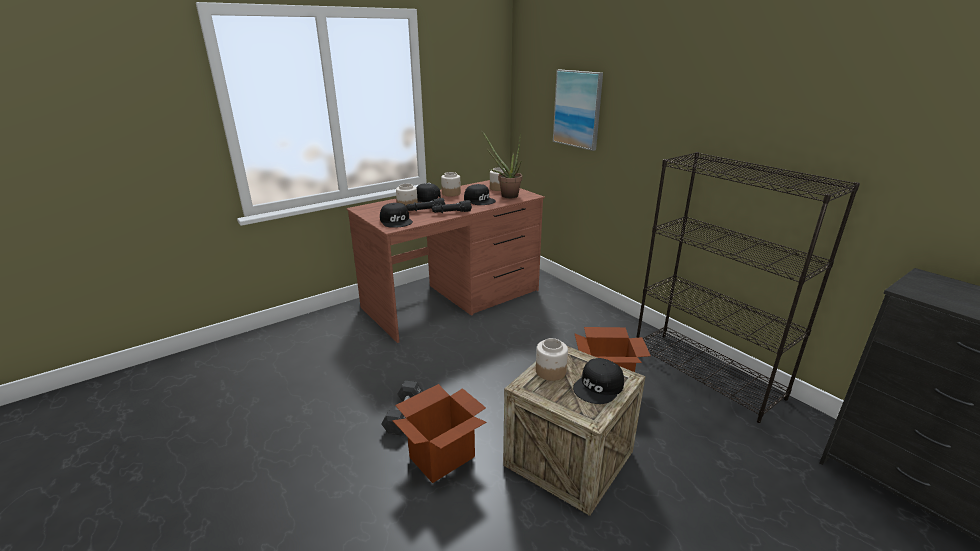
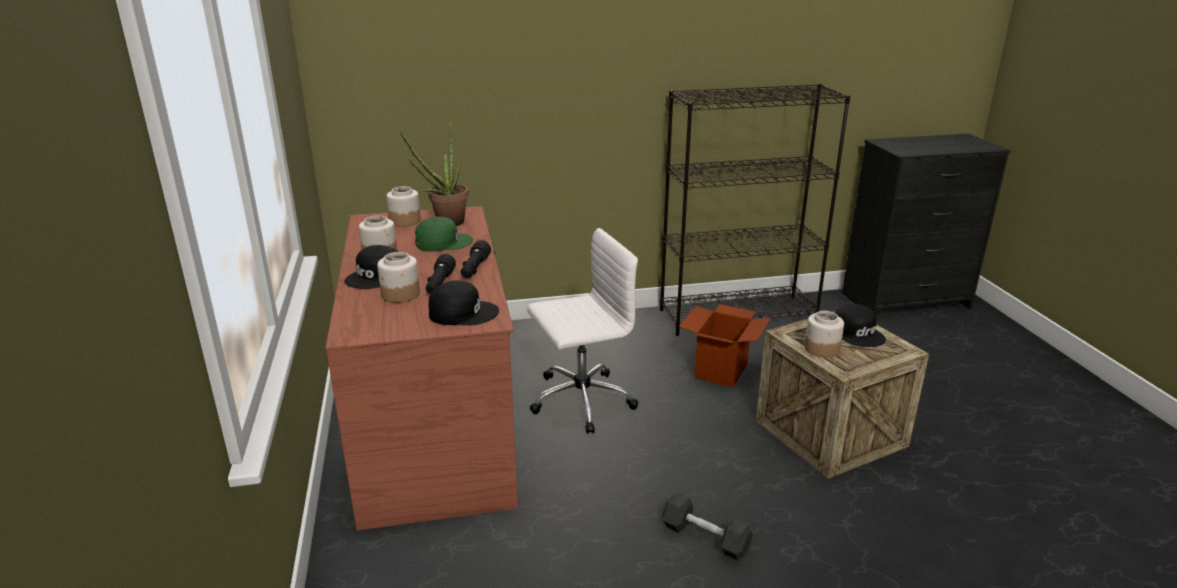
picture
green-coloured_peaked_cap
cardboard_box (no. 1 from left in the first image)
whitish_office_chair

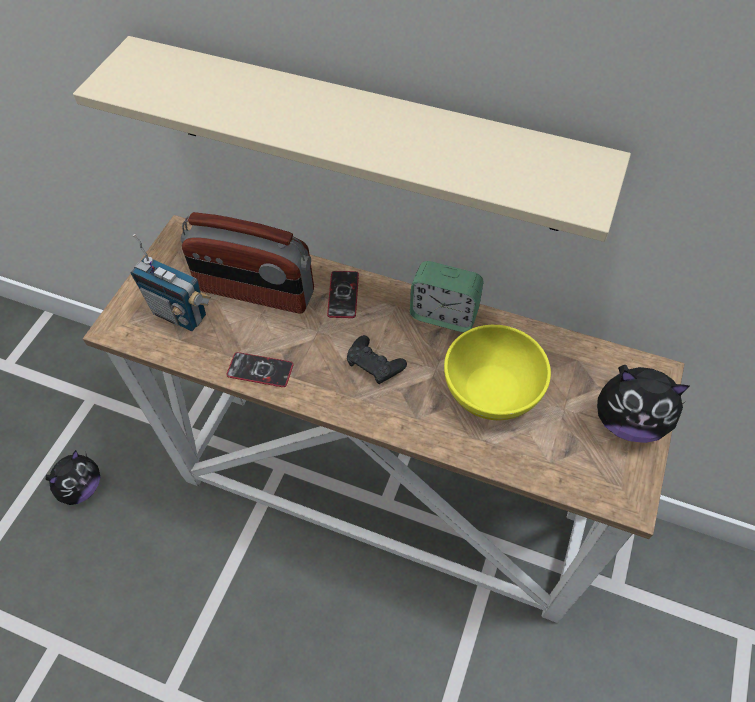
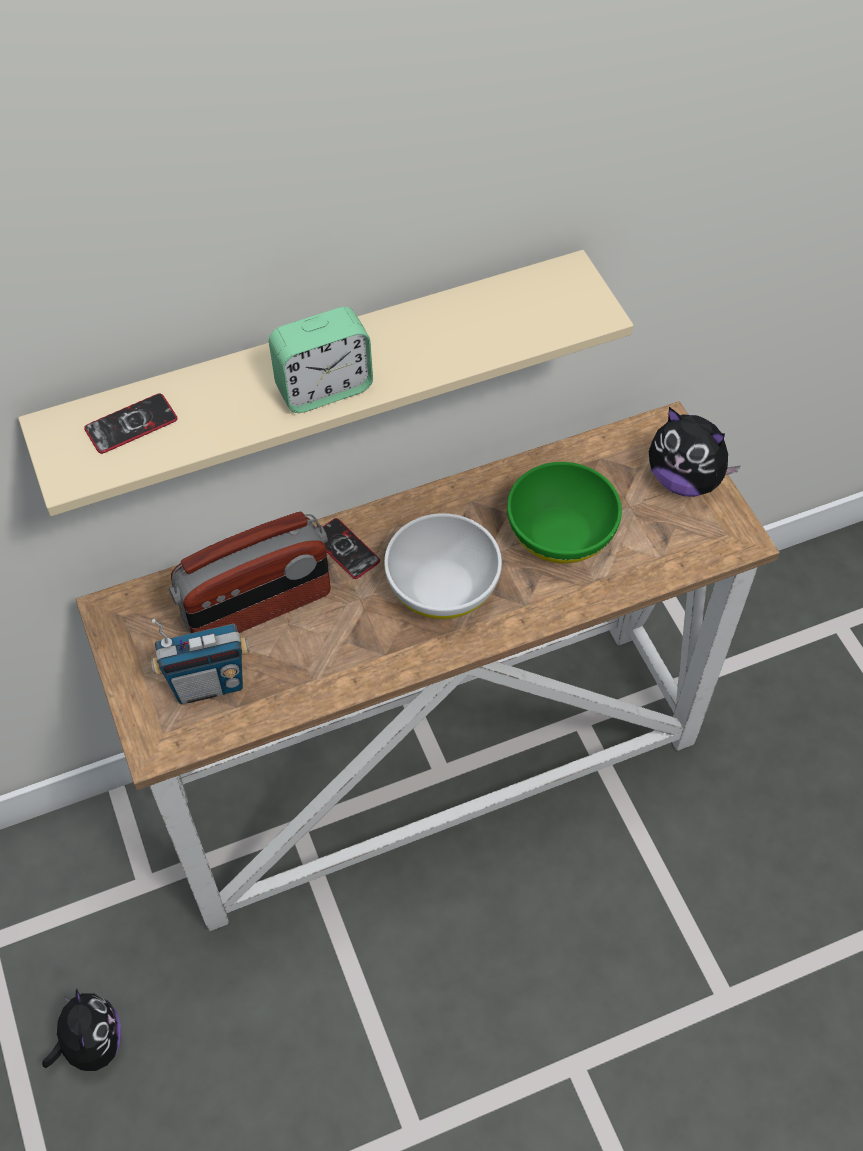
alarm_clock
green-coloured_serving_bowl
whitish_serving_bowl
telephone (no. 1 from left)
plush_toy (no. 2 from left)

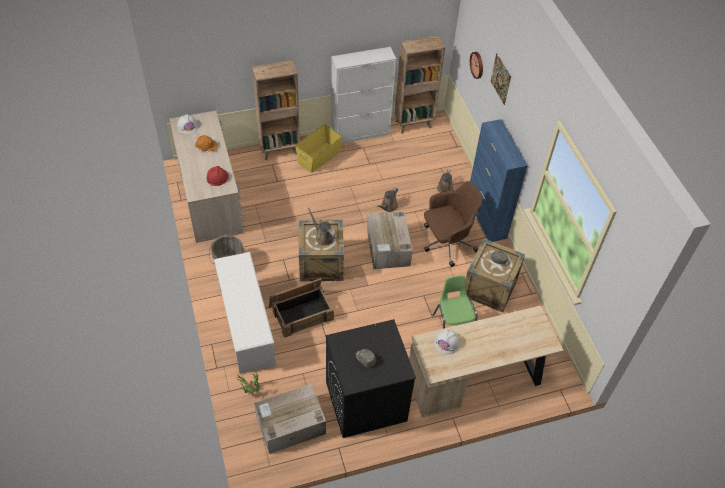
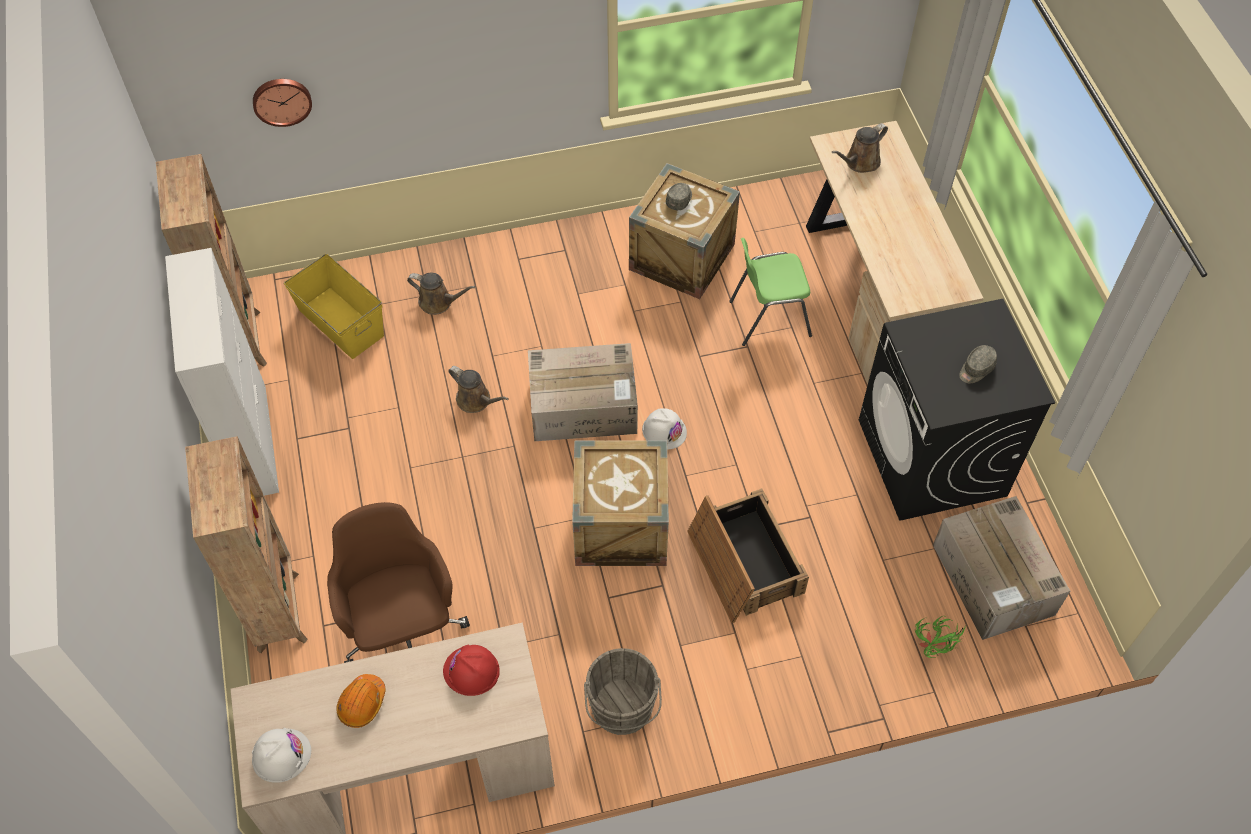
picture
blue_cupboard
yellow_storage_bin
brown_office_chair
brown_watering_can (no. 3 from left)
whitish_shoe_rack
whitish_work_helmet (no. 2 from left)

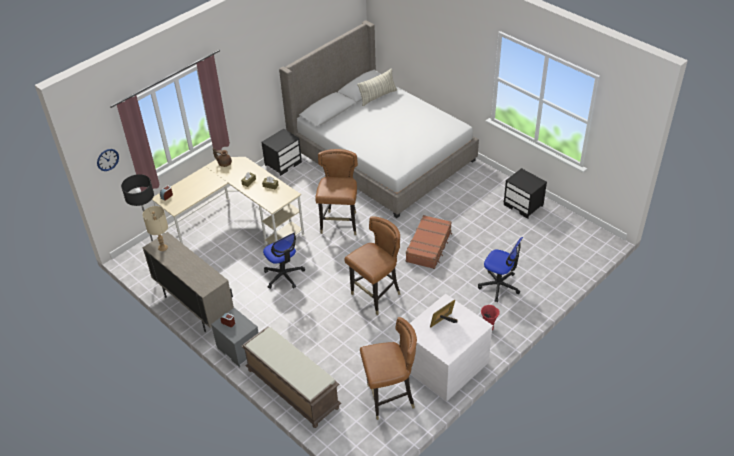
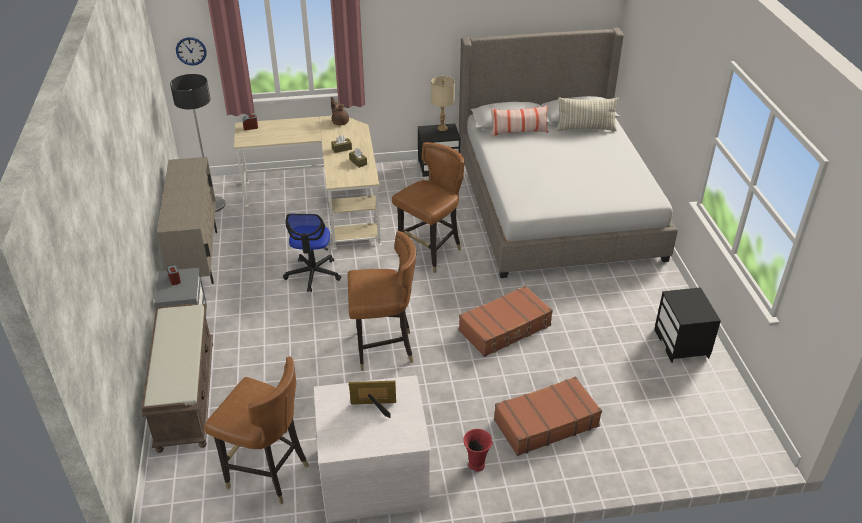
beige-coloured_tabletop_lamp
brown_suitcase (no. 2 from left)
throw_pillow (no. 1 from left)

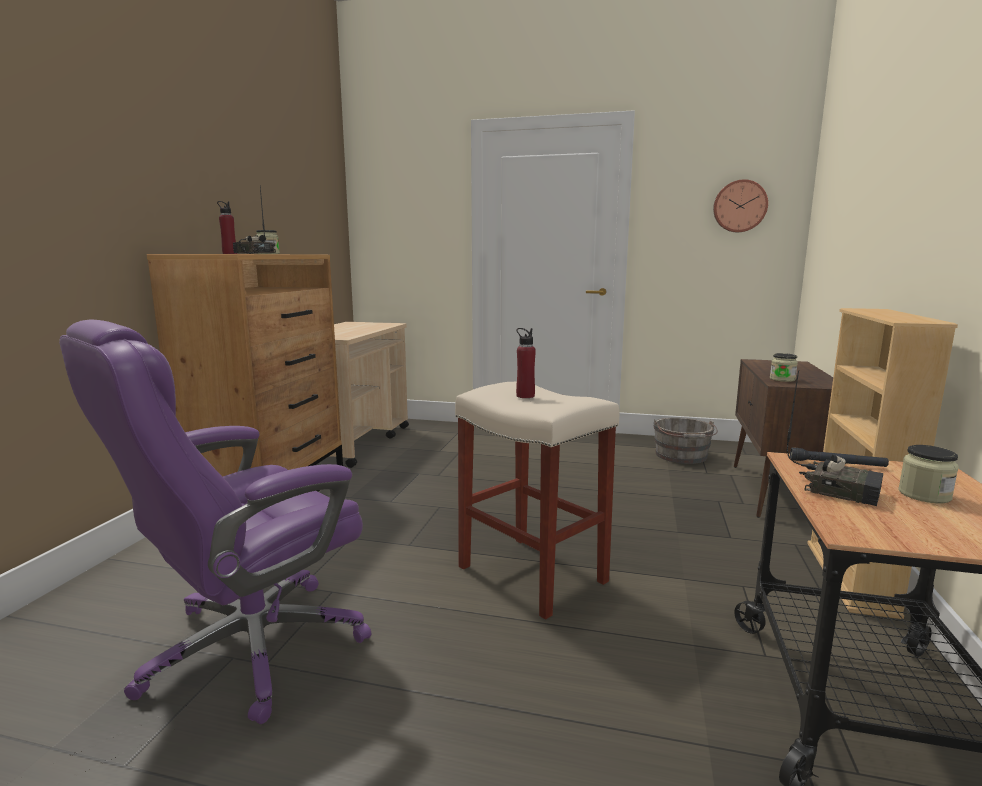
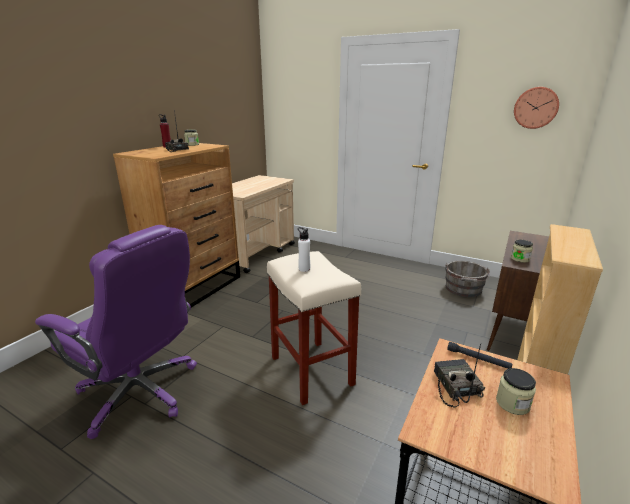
purple_office_chair
whitish_bottle
radio (no. 2 from left)

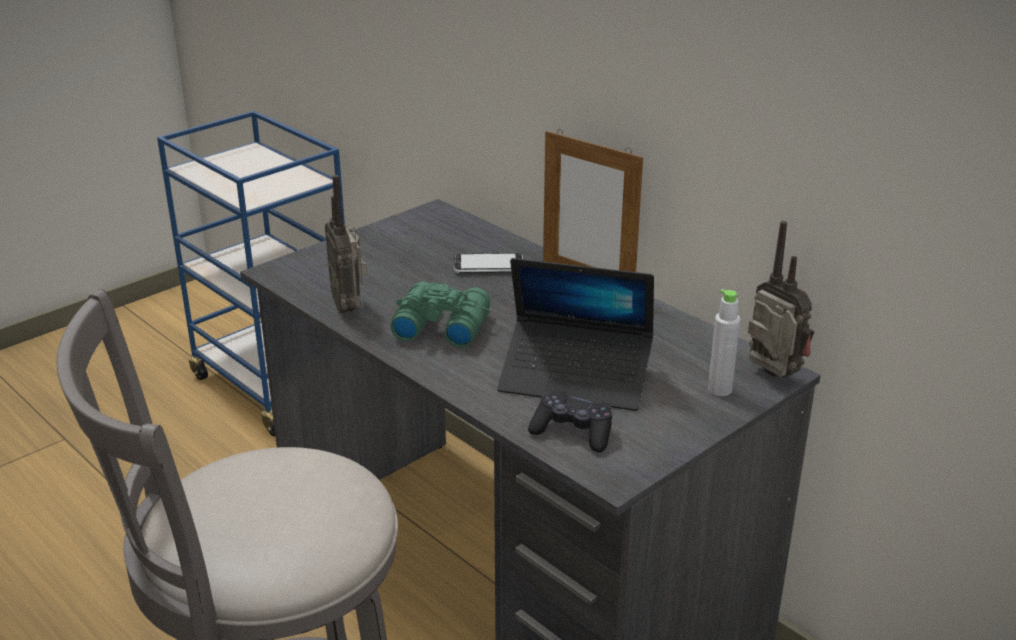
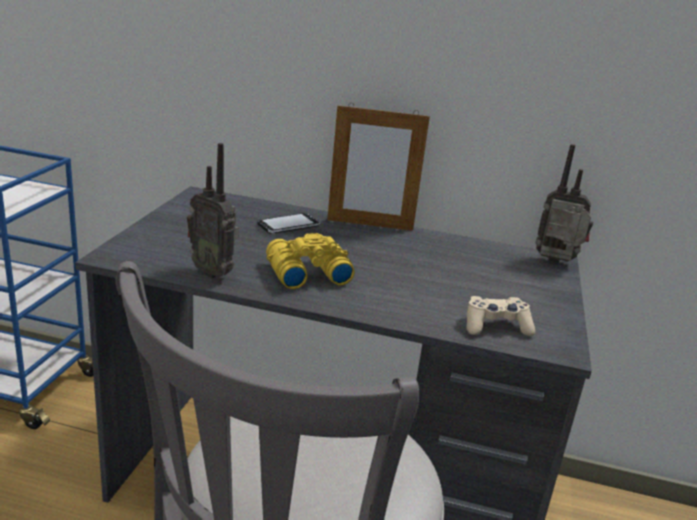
portable_computer
yellow_field_glasses
greyish_bottle
beige-coloured_joypad

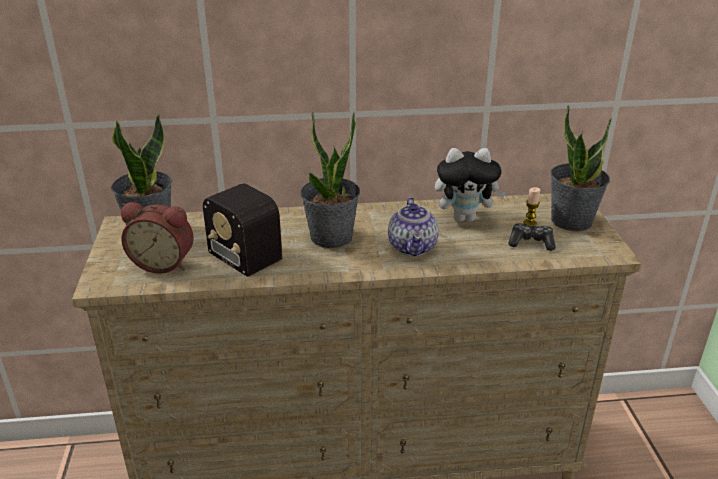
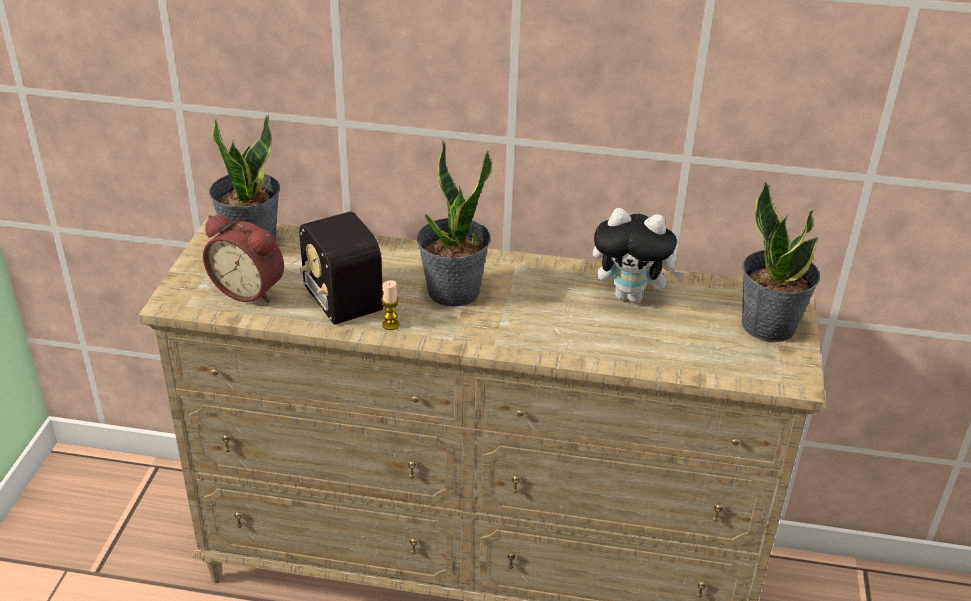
candle
pot_for_tea
joypad

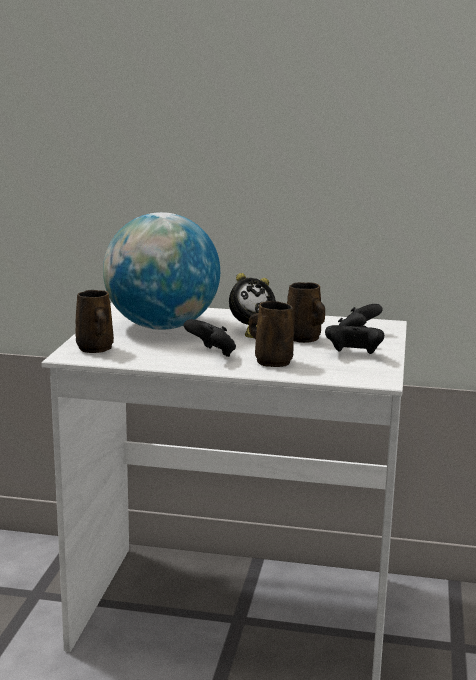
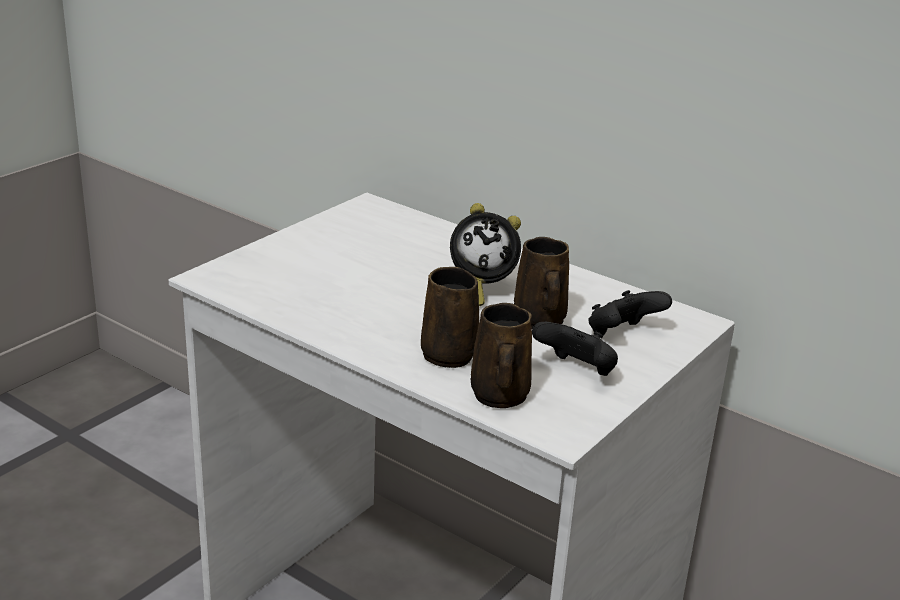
world_globe
brown_mug (no. 2 from left)
black-coloured_joypad (no. 1 from left in the first image)

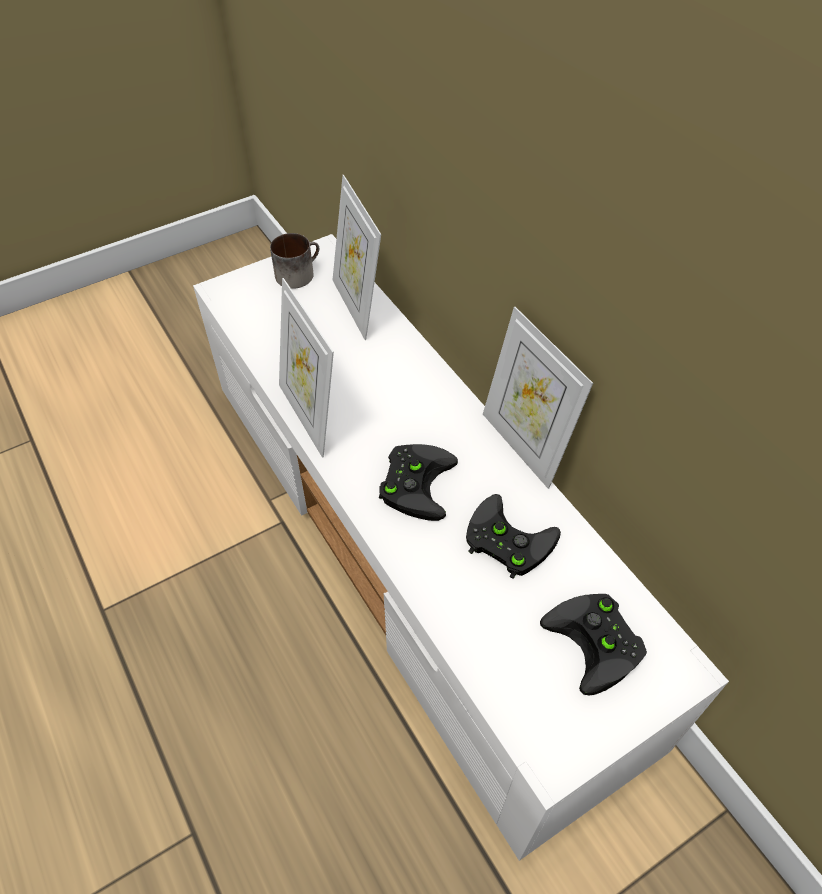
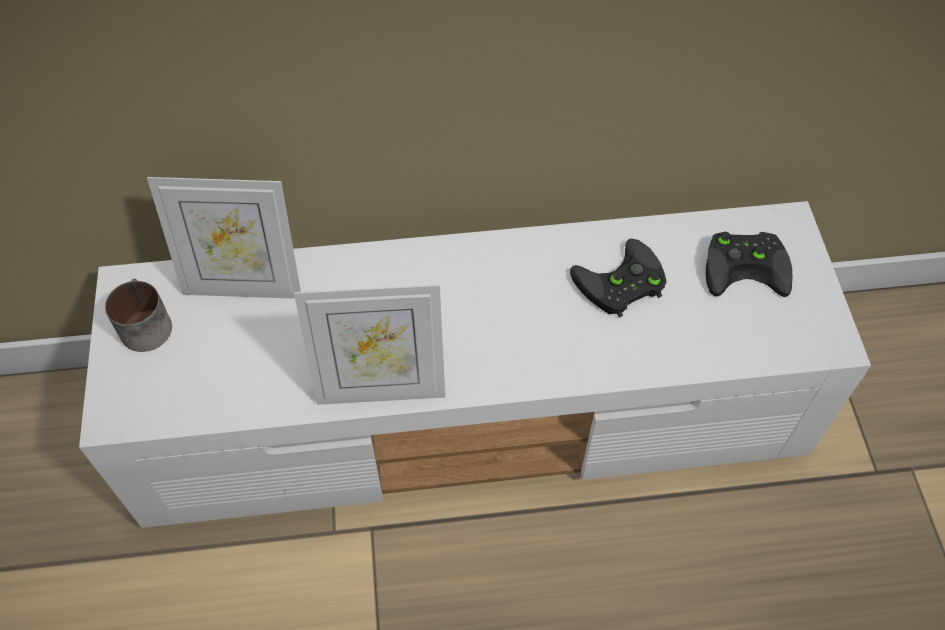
photo_frame (no. 3 from left in the first image)
black-coloured_joypad (no. 1 from left in the first image)

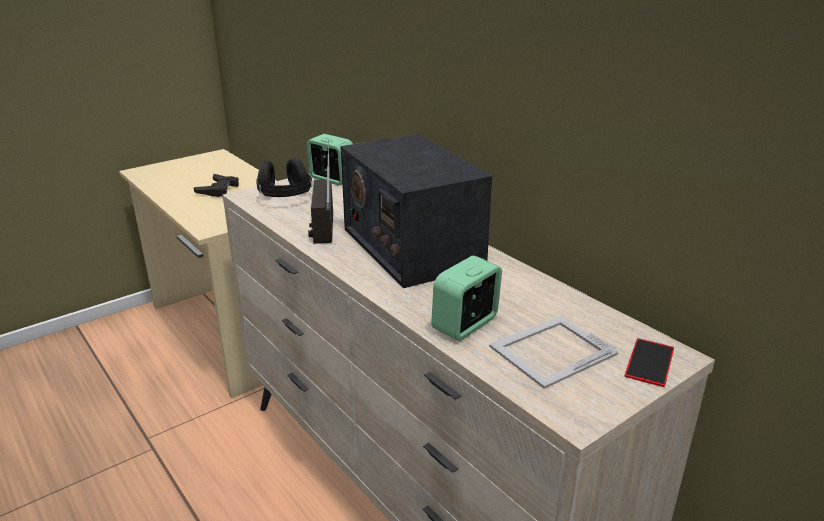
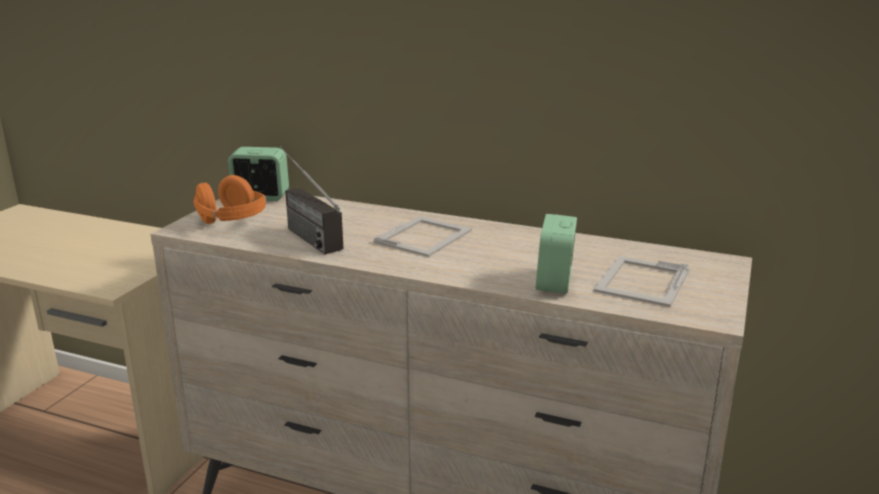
photo_frame (no. 1 from left)
orangey_headphones
black-coloured_joypad
telephone

